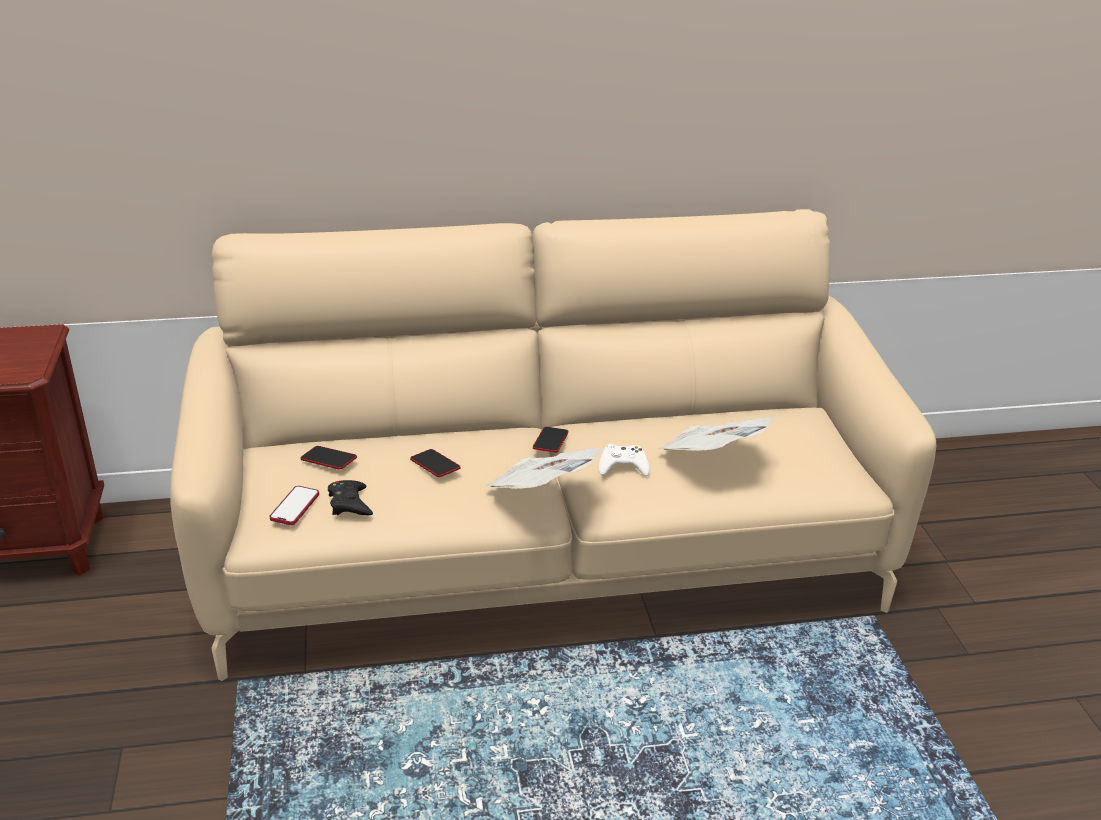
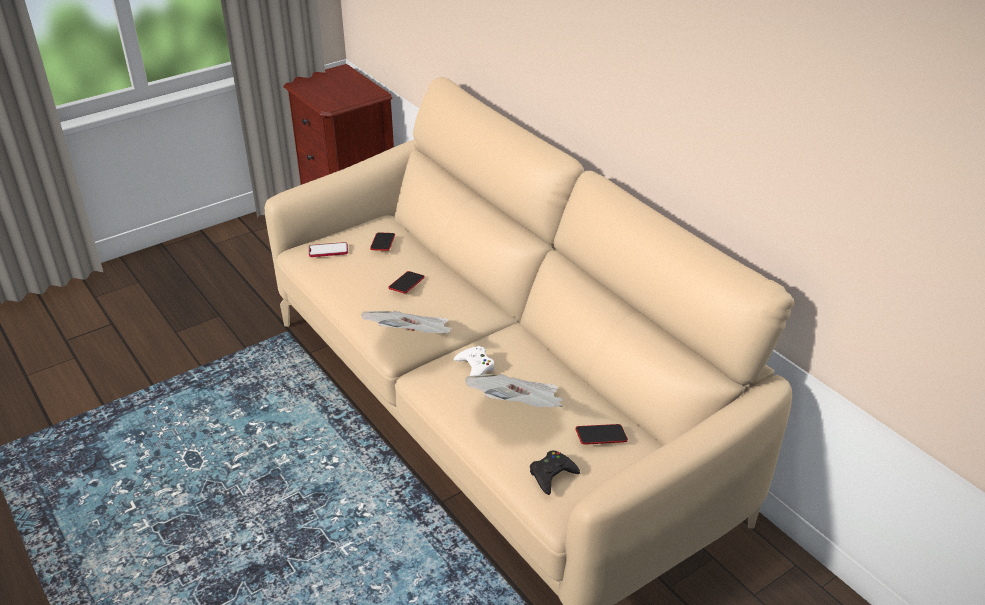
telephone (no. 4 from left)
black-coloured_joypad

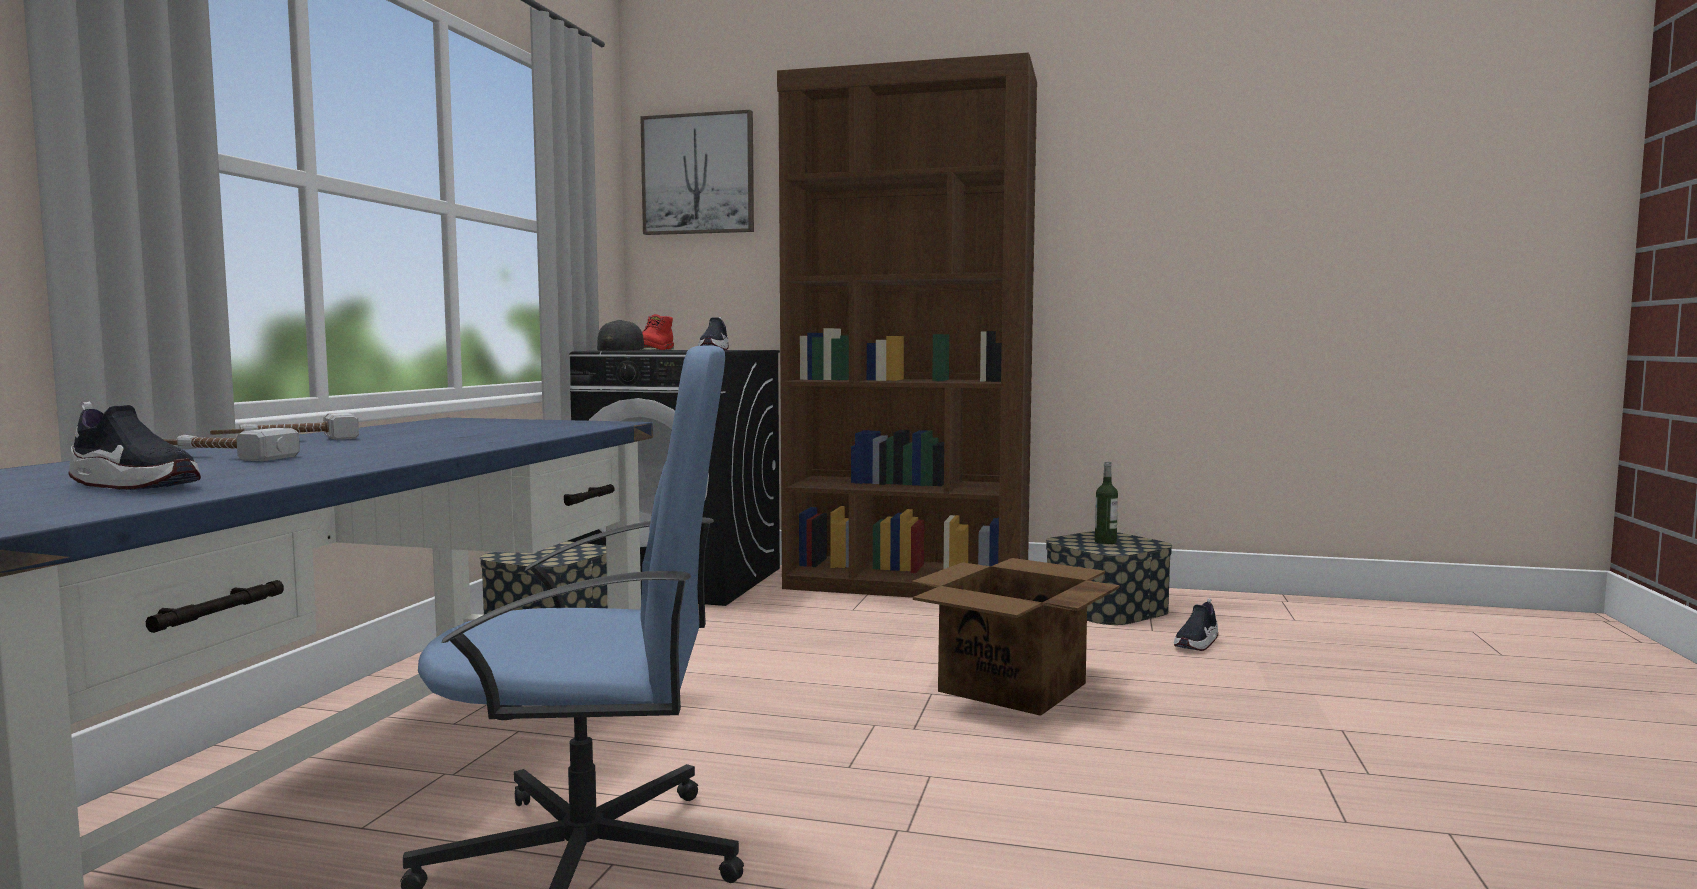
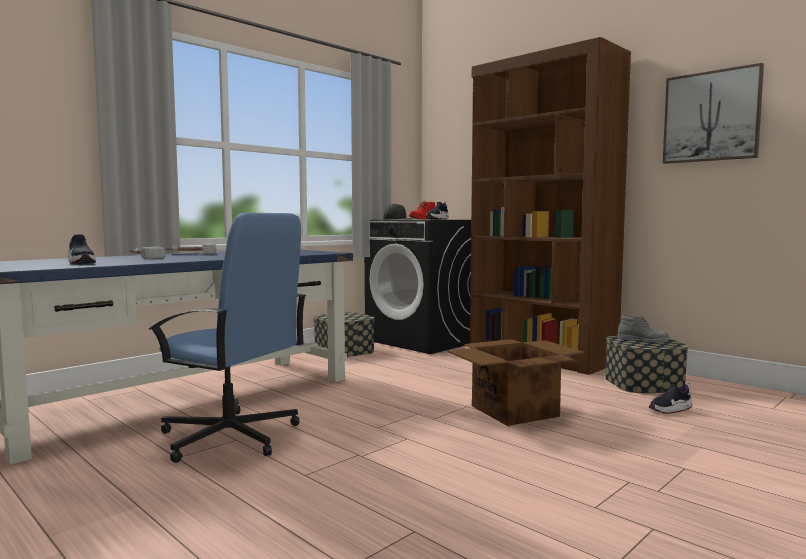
picture
greyish_boot

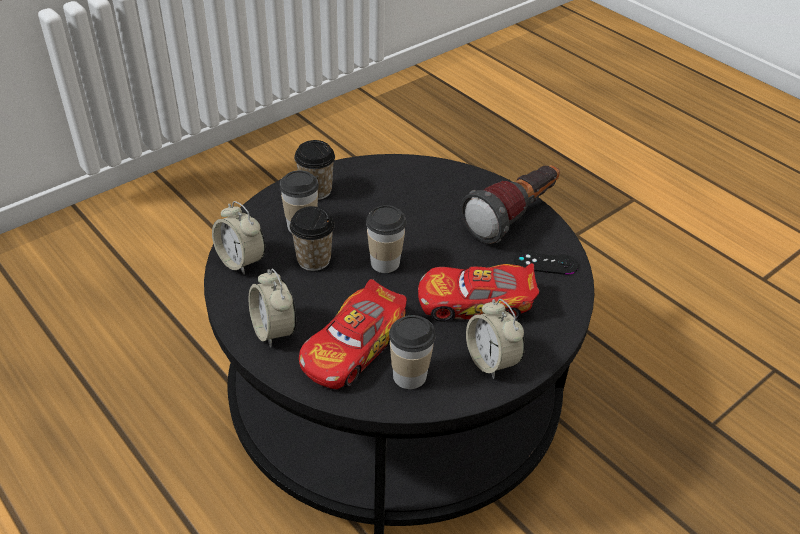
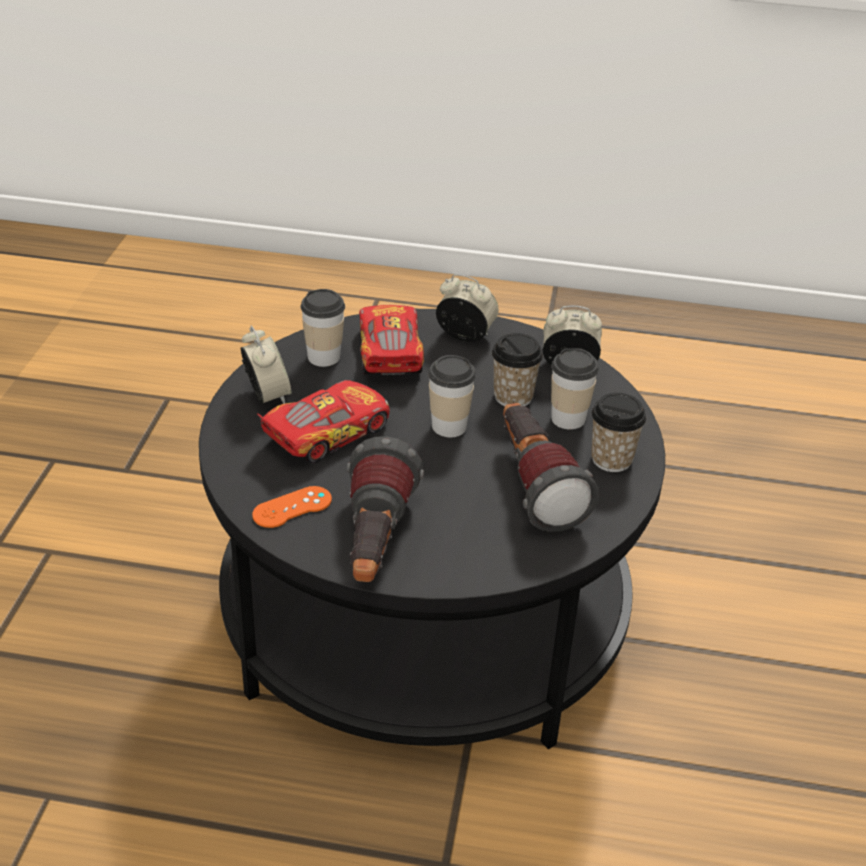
orangey_joypad
alarm_clock (no. 1 from left)
torch (no. 2 from left)

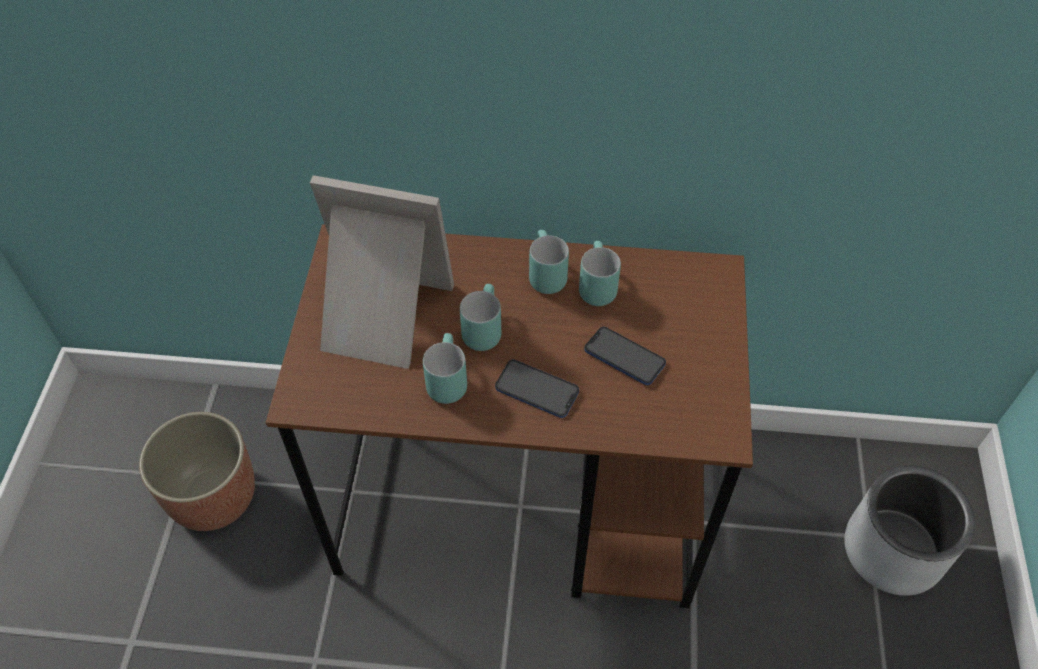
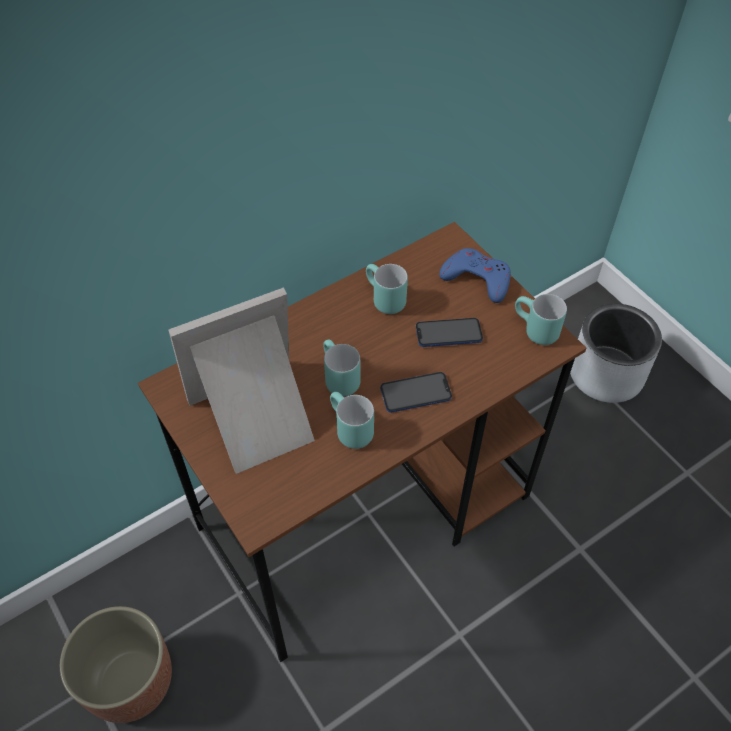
blue-green_mug (no. 4 from left)
blue_joypad

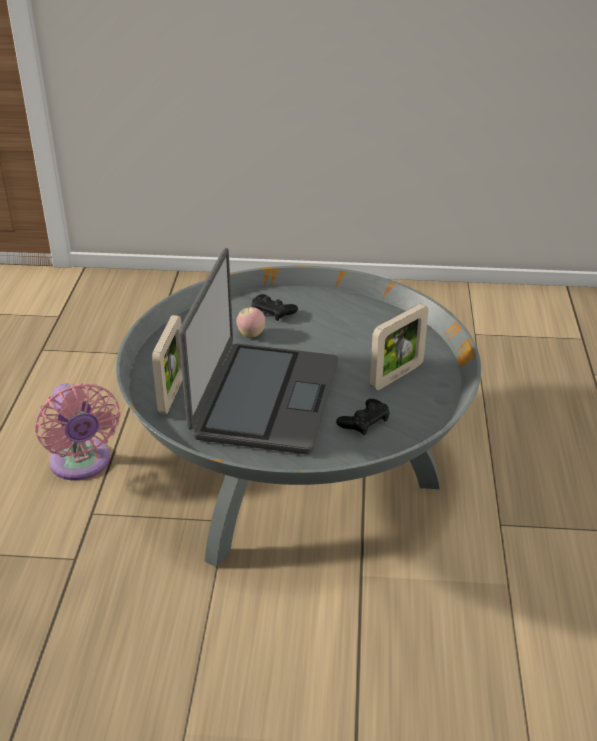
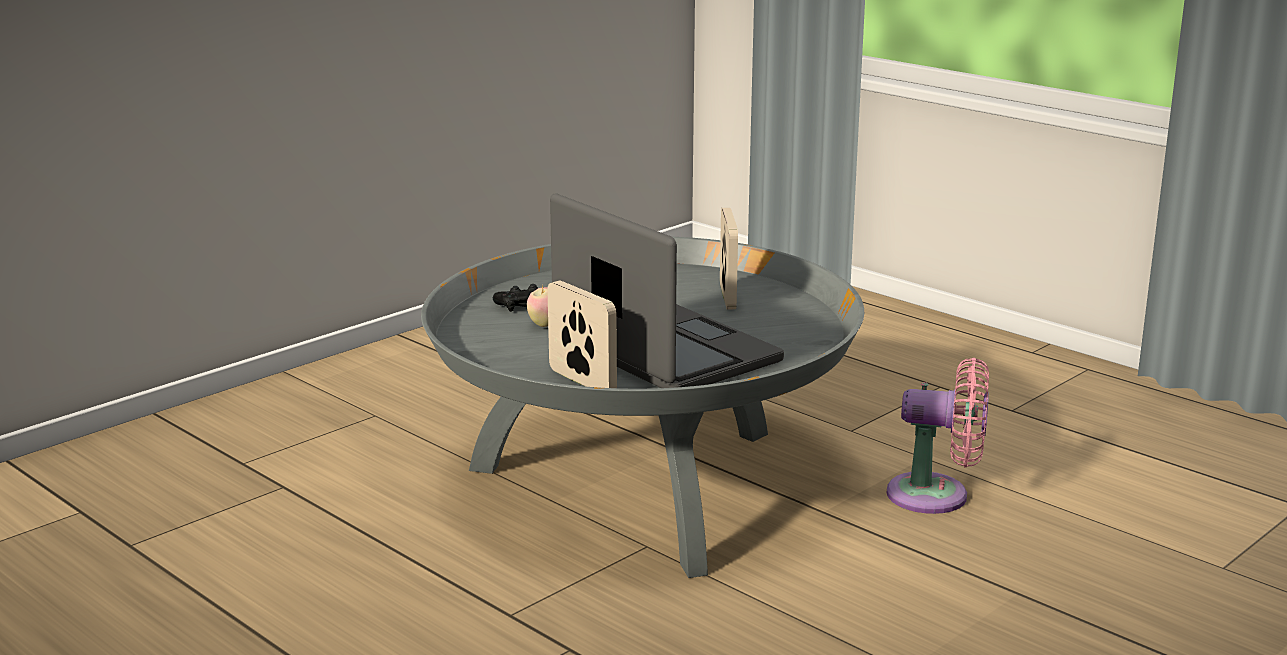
pinkish_electric_fan
black-coloured_joypad (no. 2 from left in the first image)

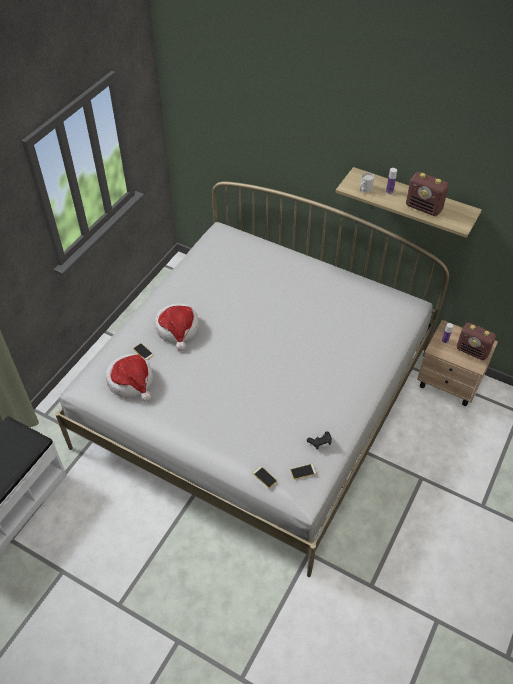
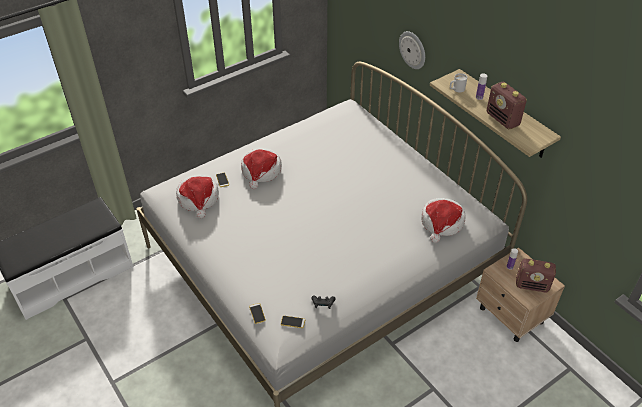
radio (no. 2 from left)
hanging_clock
clothing_hat (no. 3 from left)

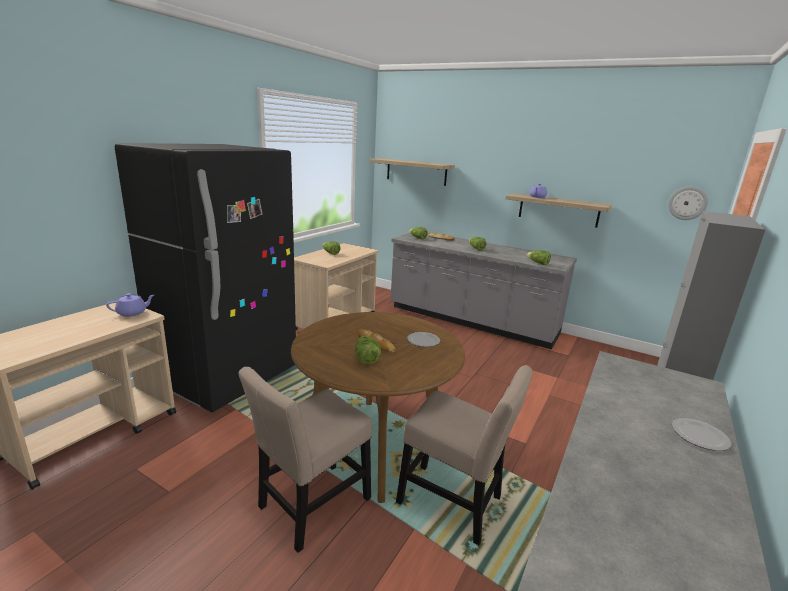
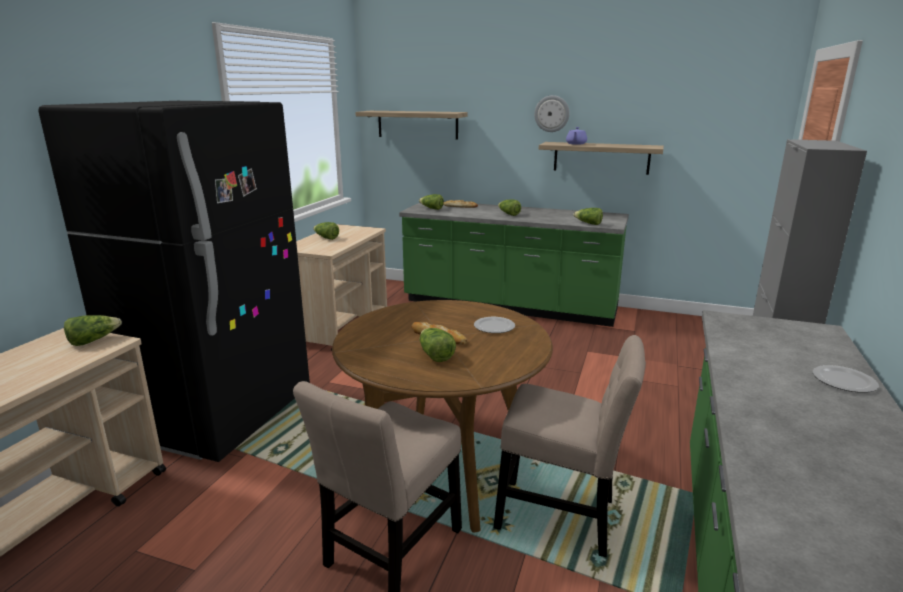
hanging_clock
green-coloured_kitchen_base_unit (no. 1 from left)
lettuce (no. 1 from left)

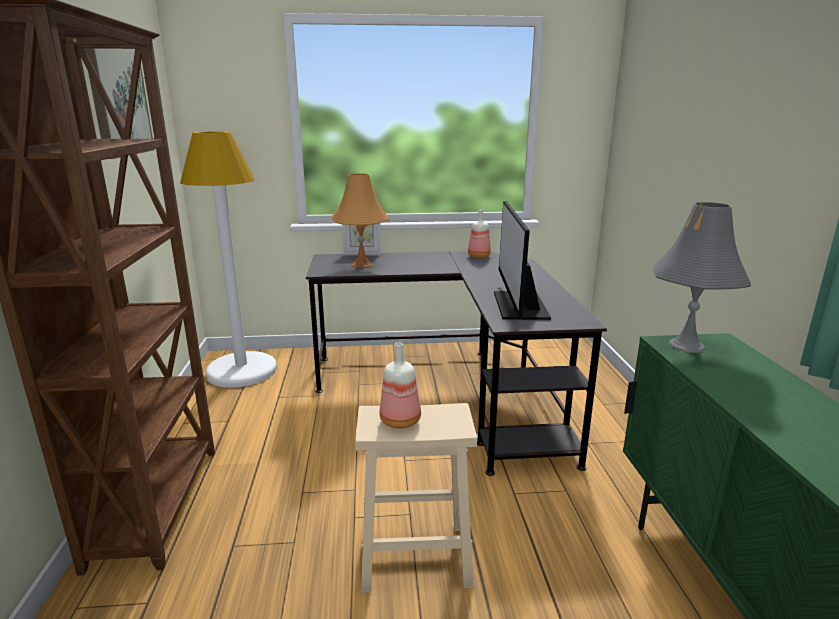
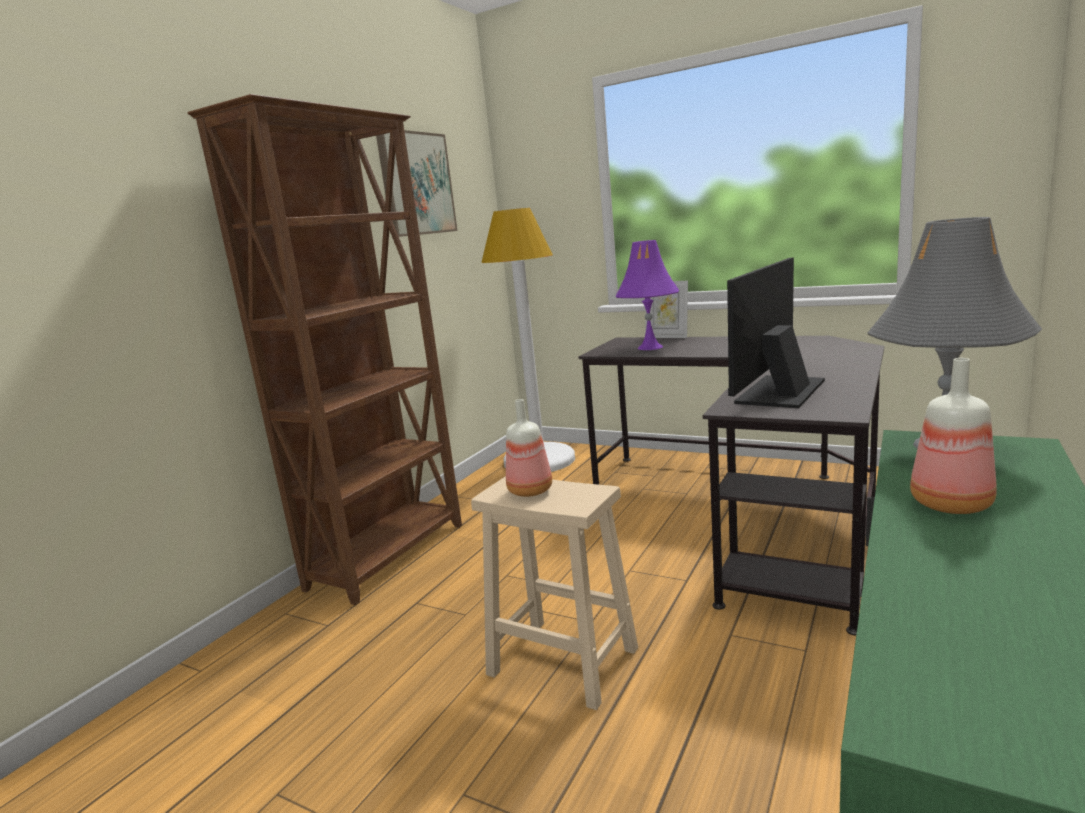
purple_tabletop_lamp
bottle (no. 2 from left)

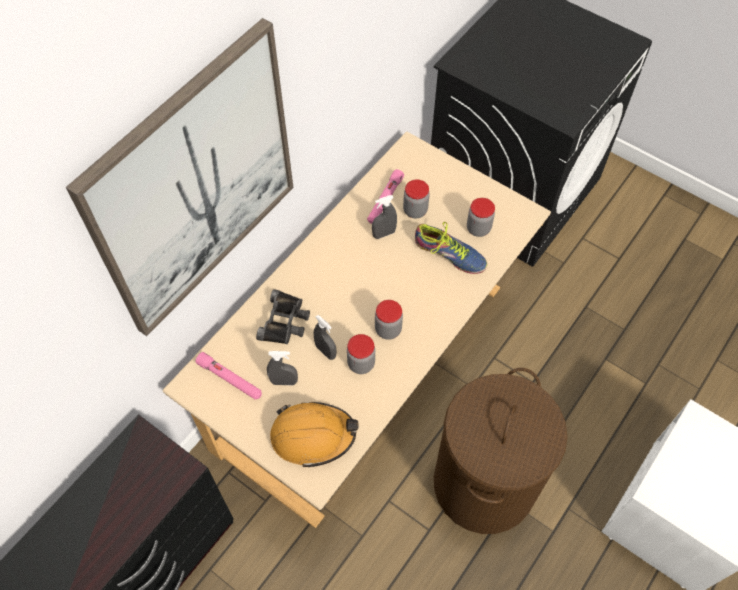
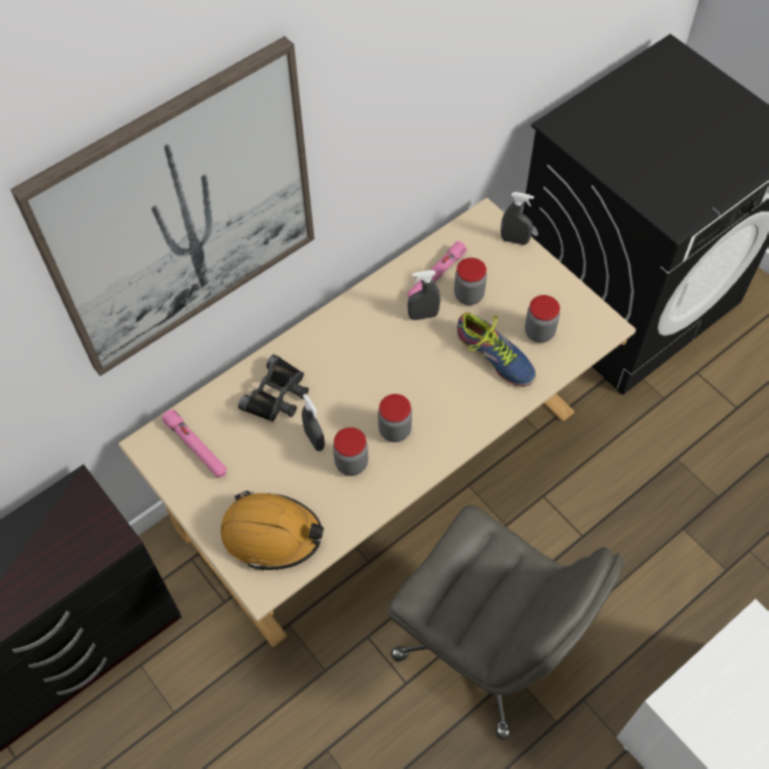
greyish_spray_bottle (no. 3 from left)
greyish_office_chair

